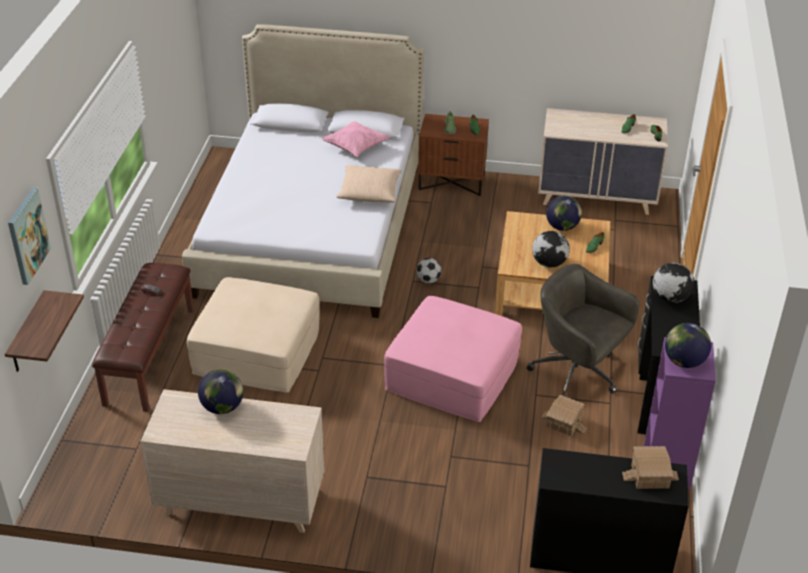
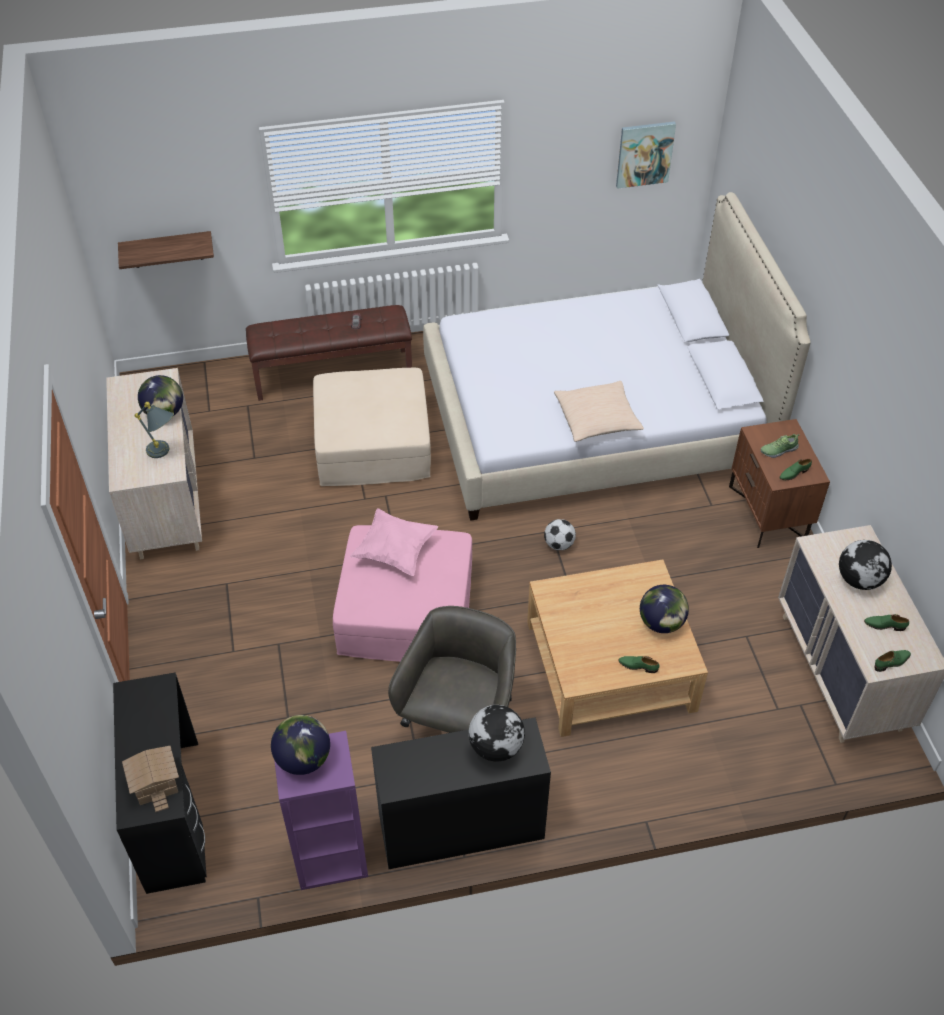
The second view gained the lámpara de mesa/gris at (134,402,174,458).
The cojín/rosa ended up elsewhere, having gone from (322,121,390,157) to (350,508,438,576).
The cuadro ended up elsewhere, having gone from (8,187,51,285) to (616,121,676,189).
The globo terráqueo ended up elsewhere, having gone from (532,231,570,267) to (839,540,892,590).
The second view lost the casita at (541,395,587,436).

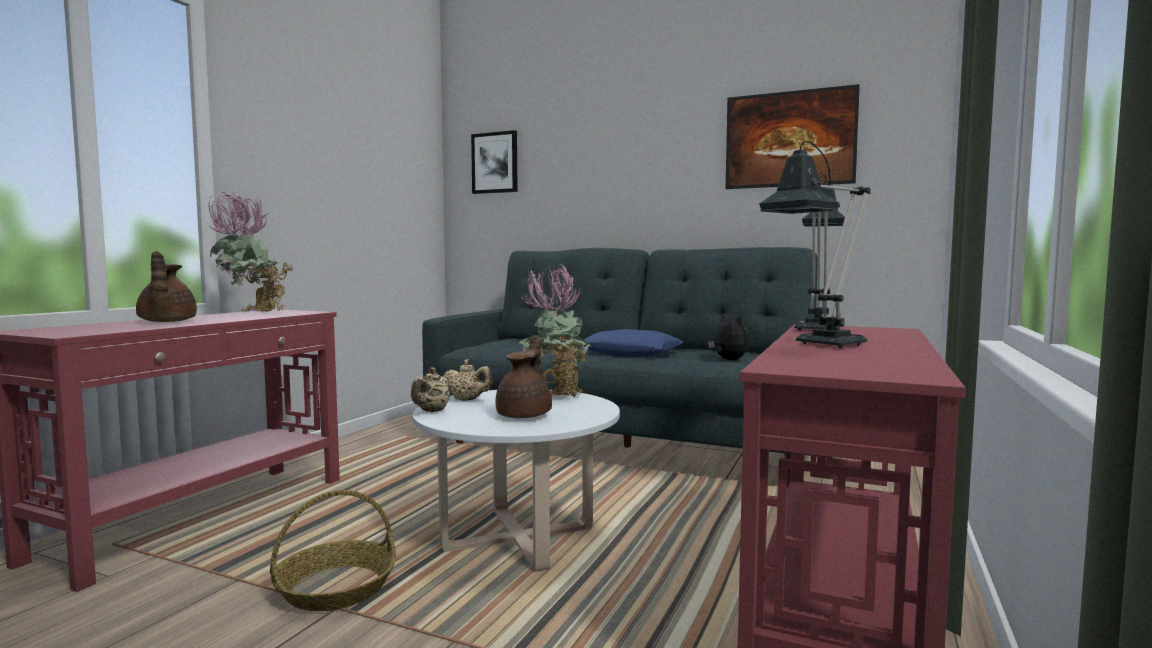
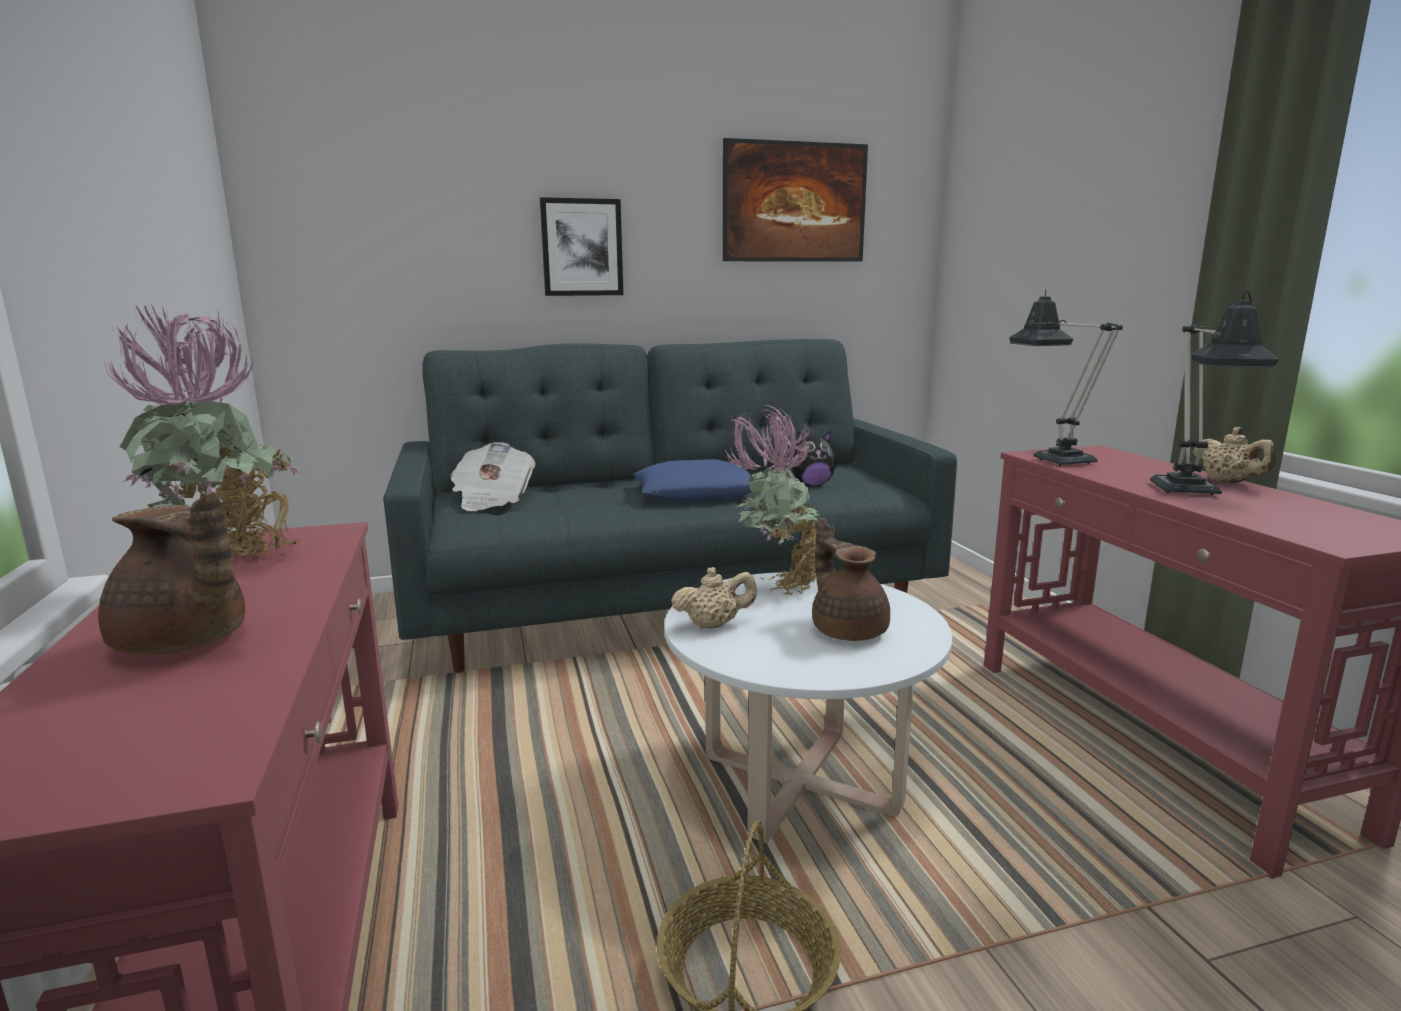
The second view gained the periódico at (450,442,535,511).
The cuadro ended up elsewhere, having gone from (471,130,518,194) to (540,197,623,296).
The peluche at (708,313,748,360) ended up facing another way, 150 degrees clockwise from before.
The tetera/beis ended up elsewhere, having gone from (411,367,450,412) to (1193,427,1276,483).

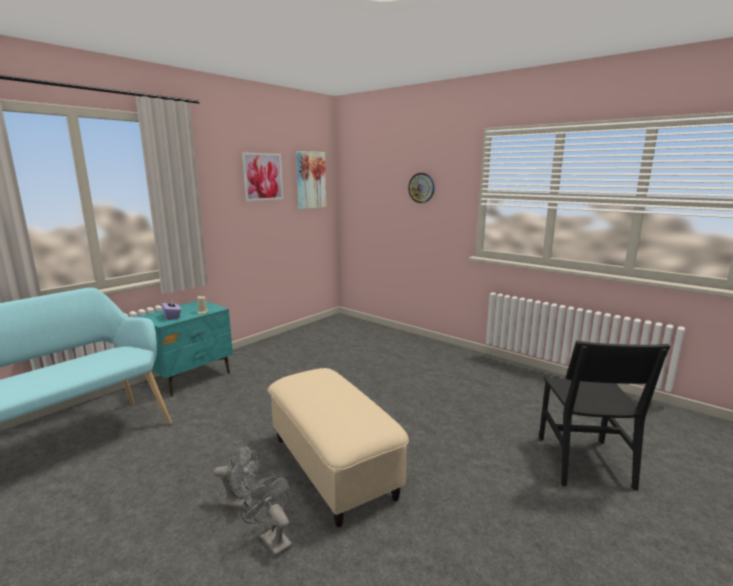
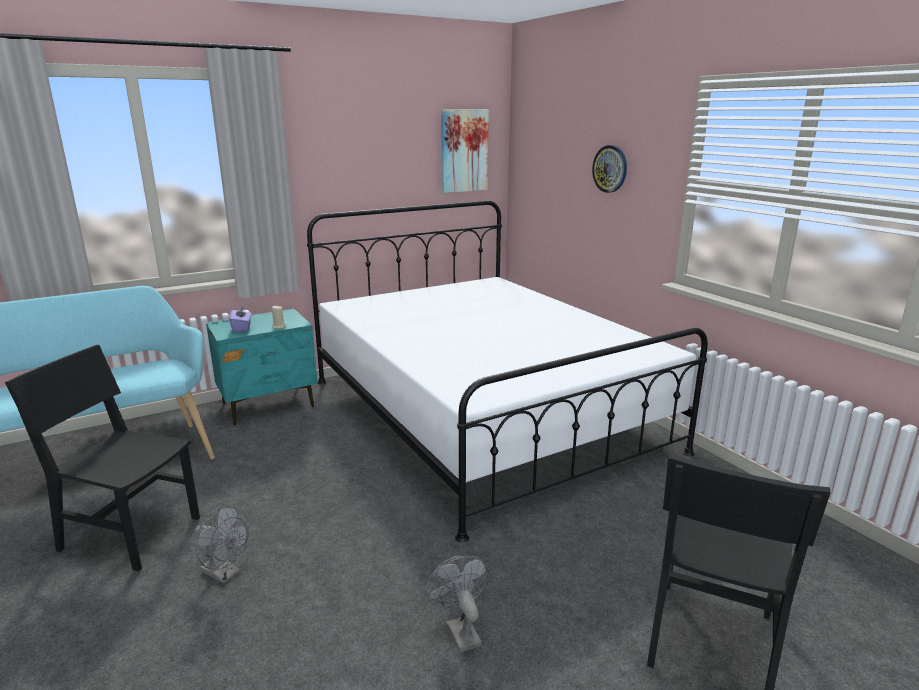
The second view gained the silla/negro at (5,345,200,571).
The second view gained the cama/blanco at (307,201,708,543).
The ventilador/gris ended up elsewhere, having gone from (241,475,292,557) to (425,556,490,652).
The second view lost the cuadro at (242,152,283,201).
The second view lost the puf/beis at (268,368,409,527).

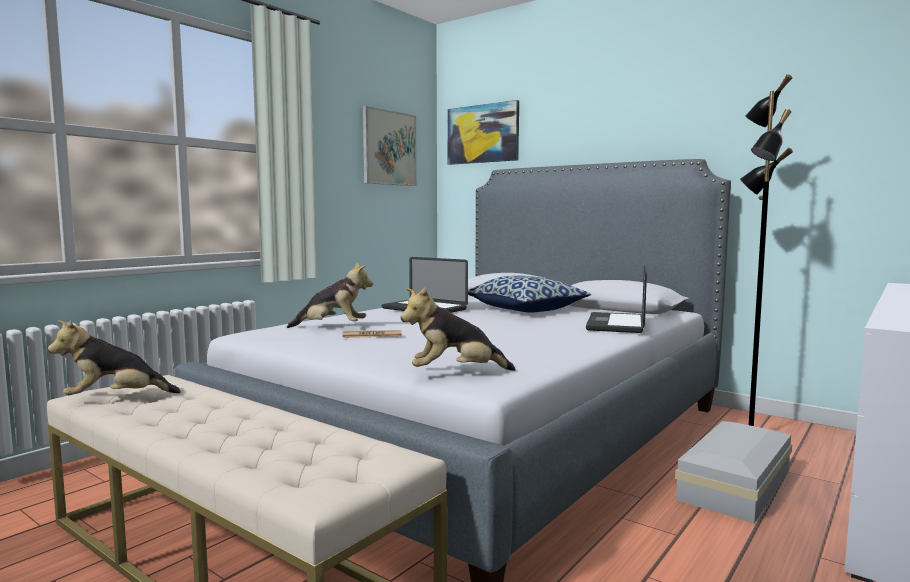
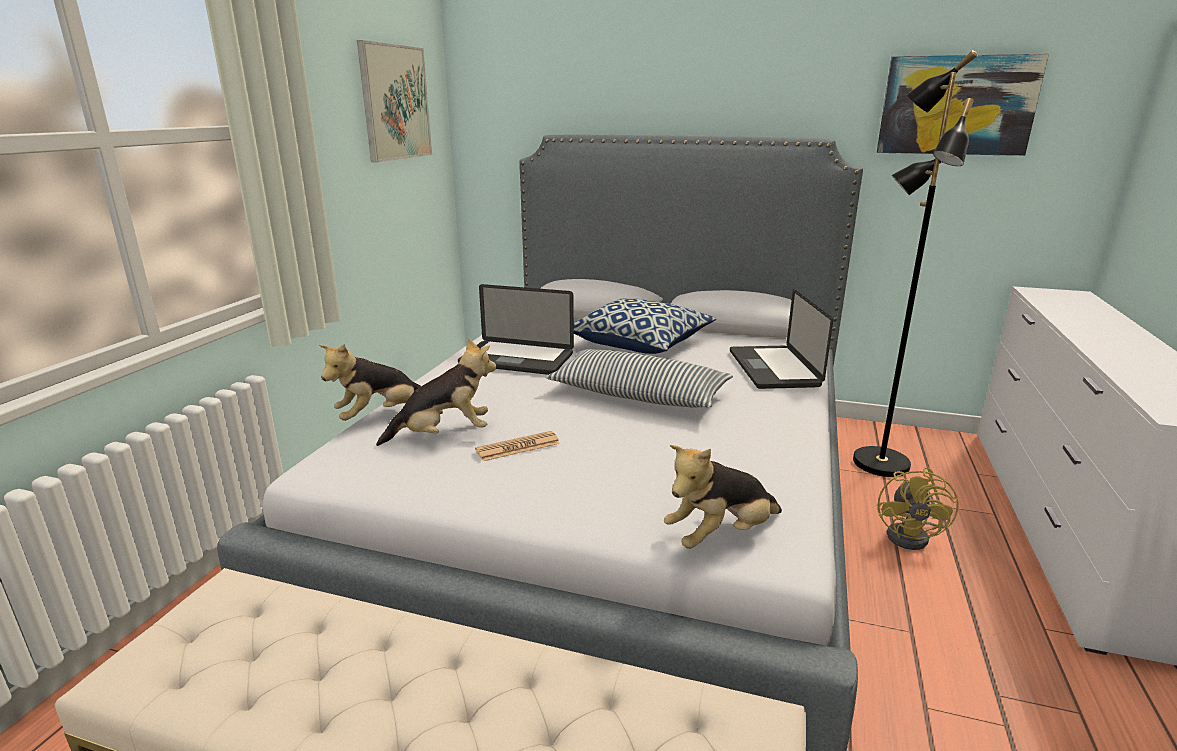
The peluche ended up elsewhere, having gone from (48,320,181,395) to (319,344,421,421).
The second view gained the cojín at (546,349,733,408).
The cuadro ended up elsewhere, having gone from (447,100,519,165) to (877,54,1049,156).
Where the caja de almacenaje/blanco stood at (675,421,792,523), the ventilador/amarillo came to stand at (878,467,959,550).

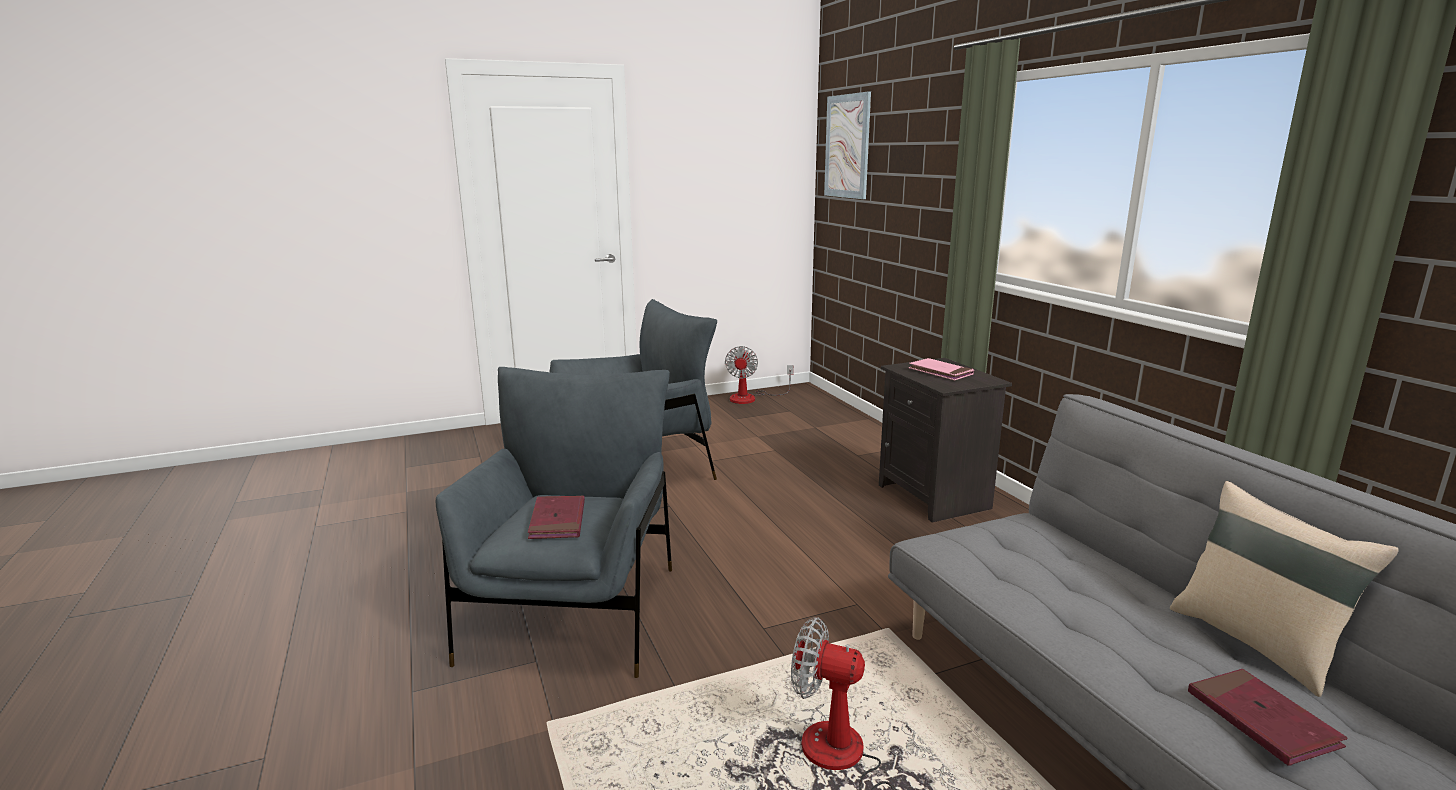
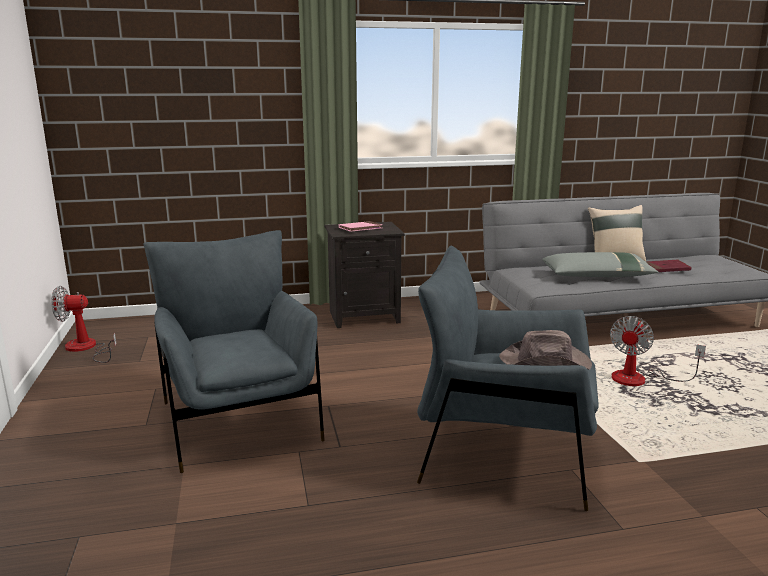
The ventilador at (725,346,794,404) ended up facing another way, 150 degrees clockwise from before.
Where the libro/rojo stood at (528,496,585,539), the sombrero/marrón came to stand at (499,330,592,369).
The second view gained the cojín/gris at (542,252,658,277).
The second view lost the cuadro at (824,91,871,199).

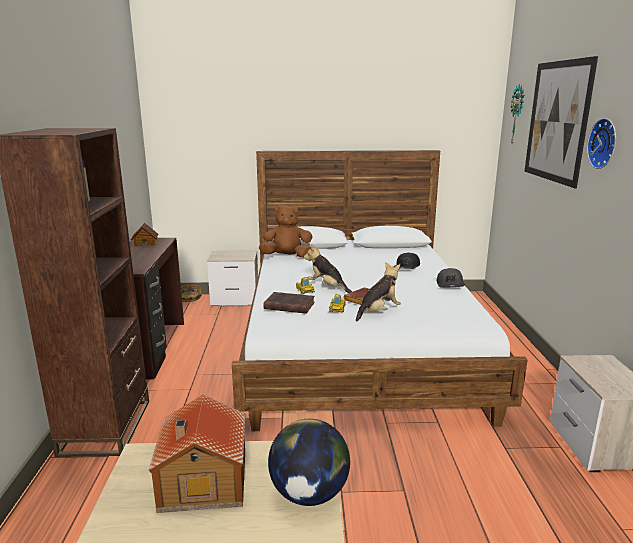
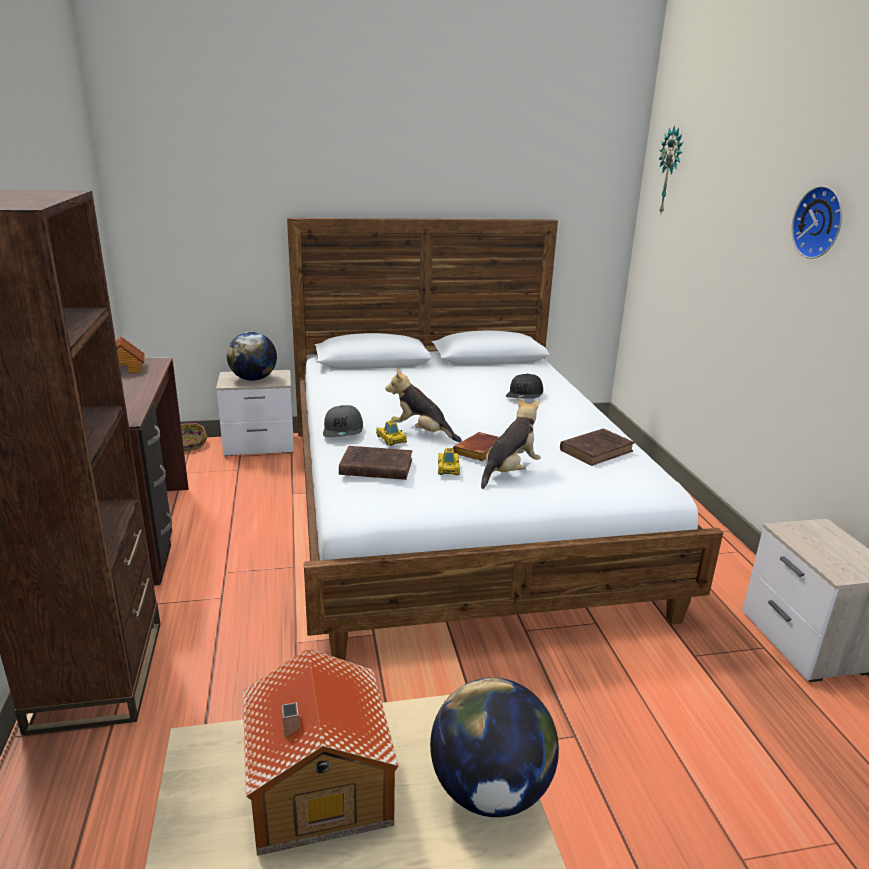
The second view gained the globo terráqueo at (227,332,277,381).
The gorra/gris ended up elsewhere, having gone from (437,268,465,288) to (323,405,363,437).
The second view gained the libro/marrón at (560,428,634,466).
The second view lost the peluche/marrón at (259,204,312,258).
The second view lost the cuadro at (525,56,598,189).

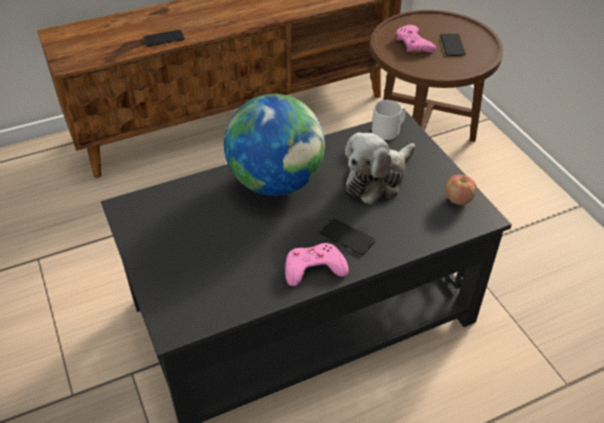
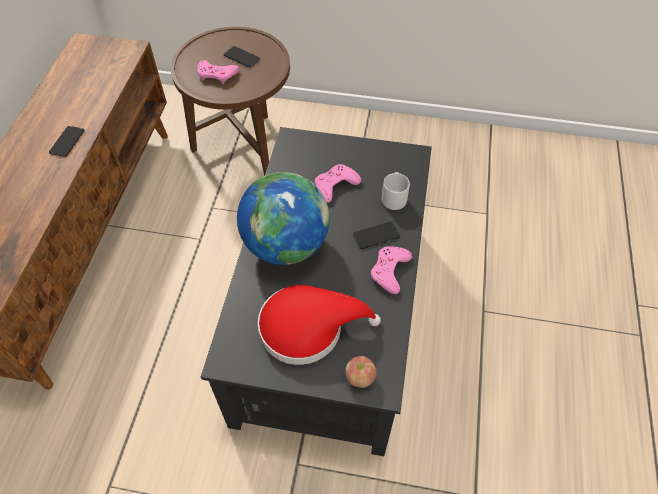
The móvil ended up elsewhere, having gone from (143,30,185,47) to (49,126,85,157).
The second view gained the sombrero/rojo at (258,285,381,365).
Where the peluche stood at (345,133,415,205), the mando de consola/rosa came to stand at (315,164,361,203).
The manzana ended up elsewhere, having gone from (445,175,477,205) to (345,356,377,388).
The taza grande/gris ended up elsewhere, having gone from (372,100,406,140) to (382,172,410,210).

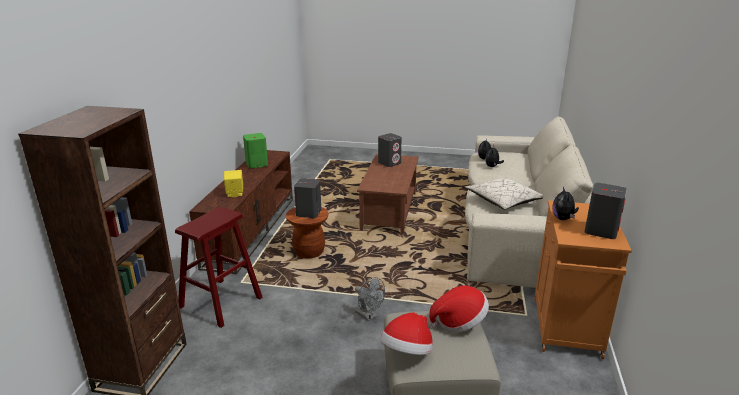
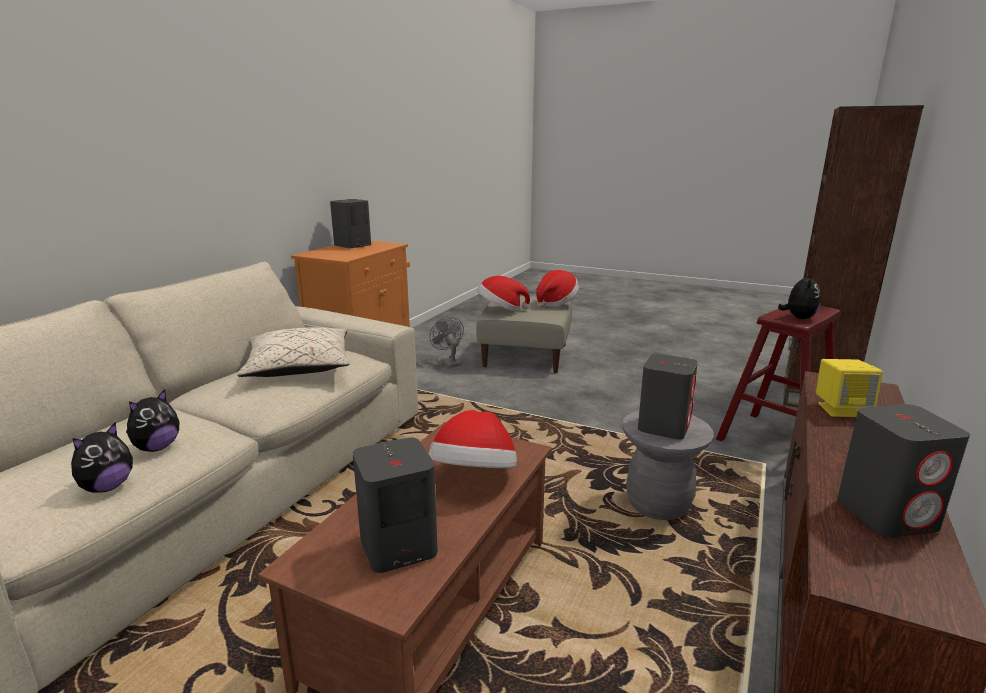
The ventilador/gris ended up elsewhere, having gone from (355,277,385,321) to (429,317,464,367).
The second view gained the sombrero at (429,410,517,468).
What was the taburete/marrón at (286,207,329,258) turned into the taburete/gris at (622,410,714,520).
The peluche ended up elsewhere, having gone from (552,187,579,220) to (778,272,821,319).
What was the altavoz/verde at (243,133,268,168) turned into the altavoz/gris at (837,404,970,537).

